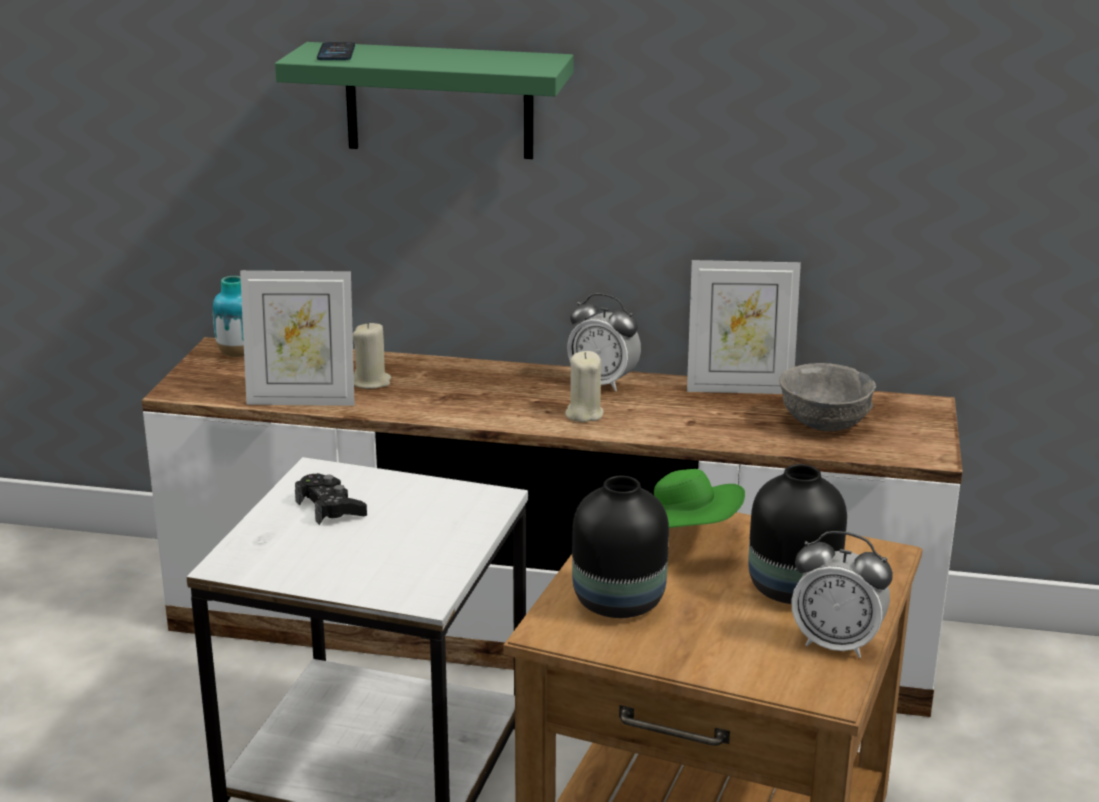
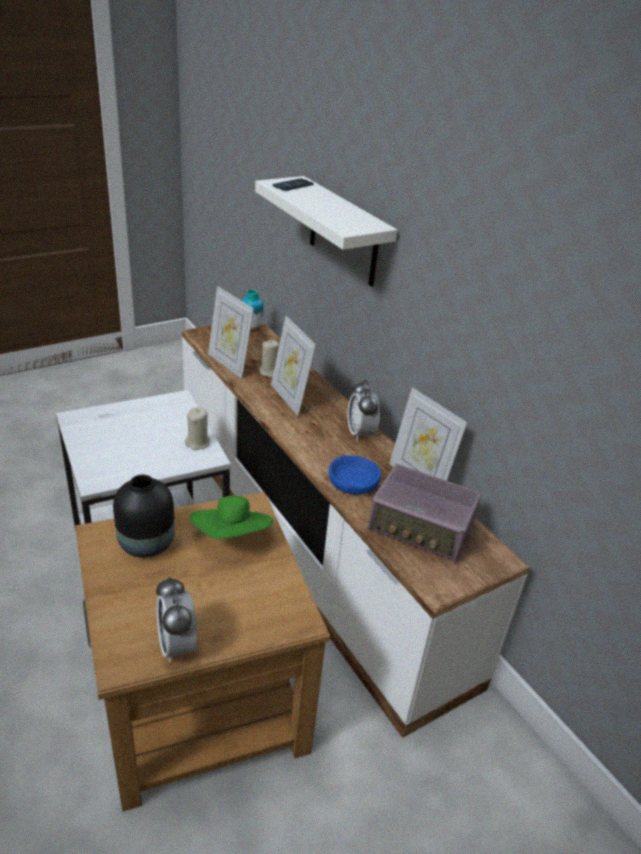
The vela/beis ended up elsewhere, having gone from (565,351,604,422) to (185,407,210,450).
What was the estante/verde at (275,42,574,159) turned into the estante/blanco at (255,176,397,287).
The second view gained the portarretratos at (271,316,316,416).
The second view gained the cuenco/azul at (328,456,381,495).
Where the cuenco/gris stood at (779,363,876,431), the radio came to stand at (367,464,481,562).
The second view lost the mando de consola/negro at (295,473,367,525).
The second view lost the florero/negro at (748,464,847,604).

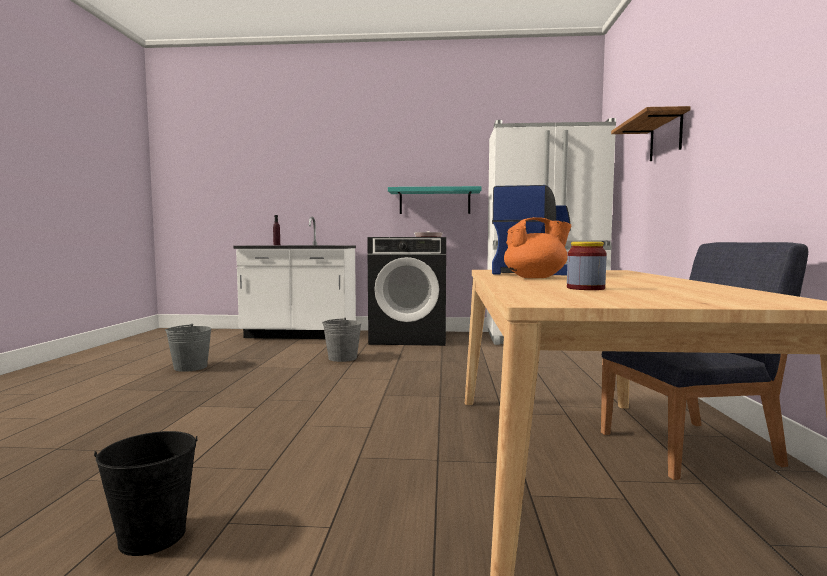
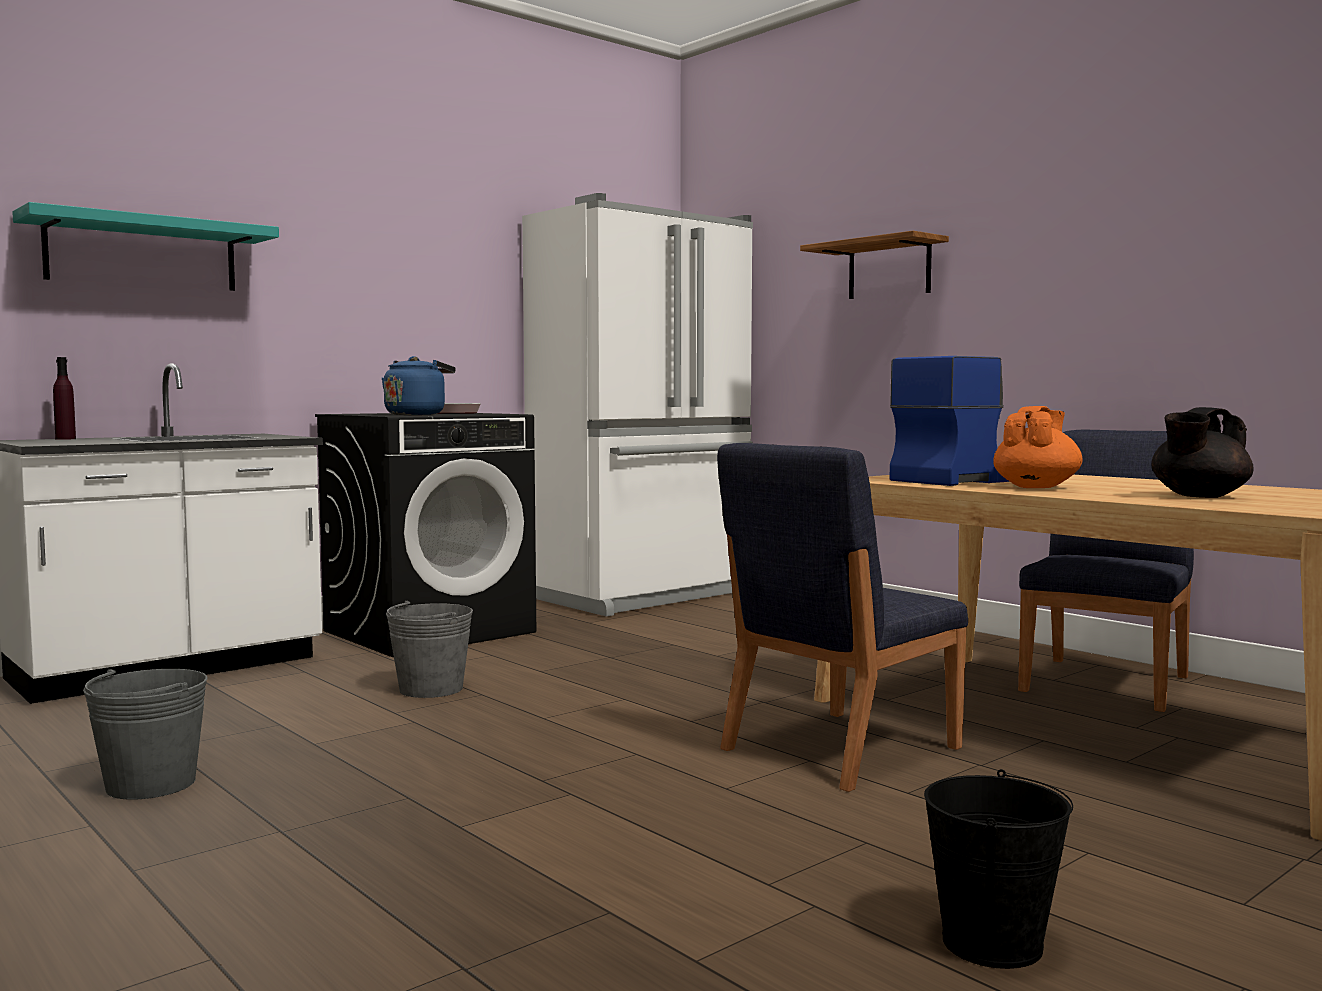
The estante/turquesa ended up elsewhere, having gone from (388,186,481,214) to (12,202,279,291).
The second view gained the hervidor/azul at (382,356,456,415).
The second view gained the silla/azul at (717,443,968,792).
Where the tarro stood at (567,242,607,290), the tetera/negro came to stand at (1151,407,1253,498).

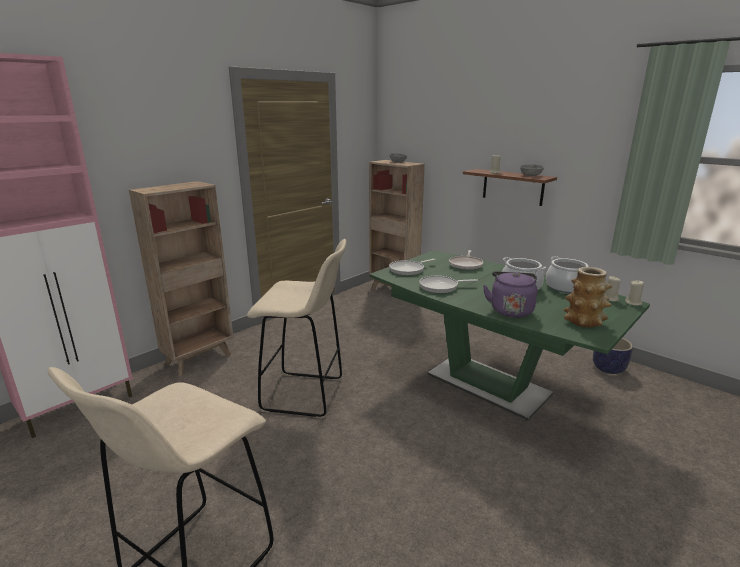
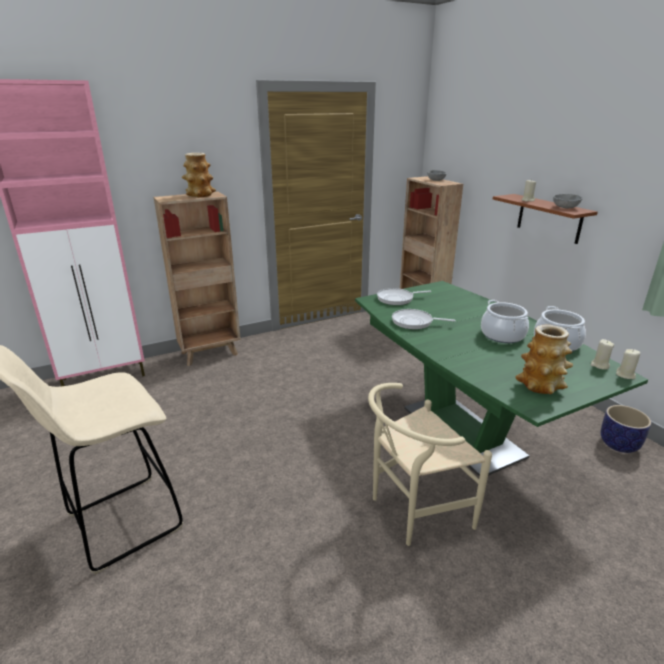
The second view gained the florero at (182,153,216,197).
The second view gained the silla/beis at (368,383,492,546).
The second view lost the taburete/beis at (247,239,347,419).
The second view lost the sartén at (449,250,483,270).
The second view lost the hervidor/morado at (483,271,537,318).

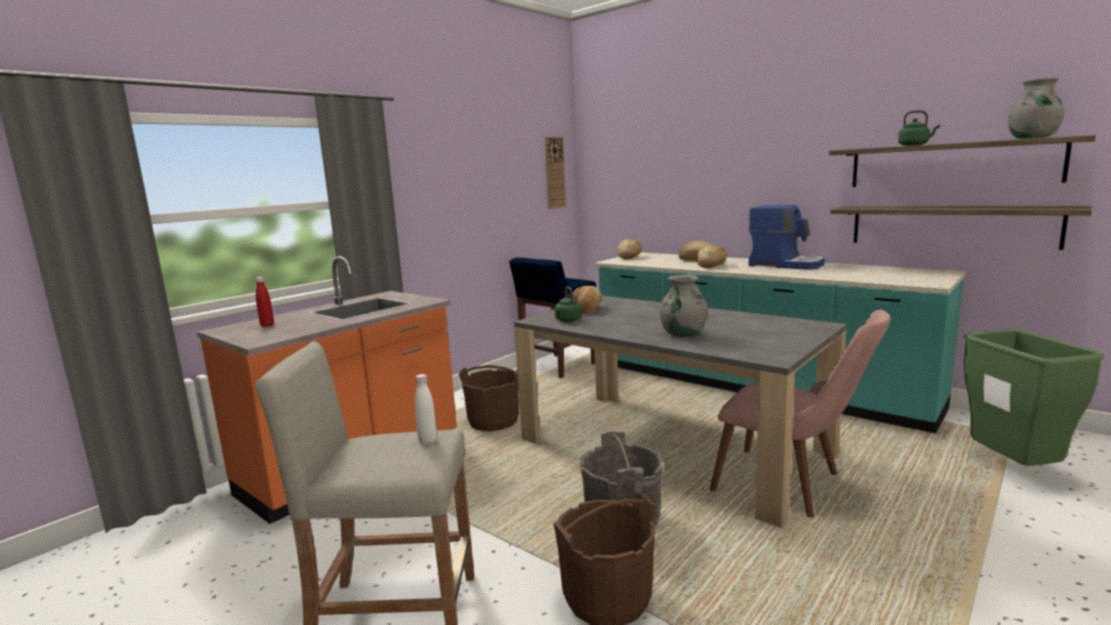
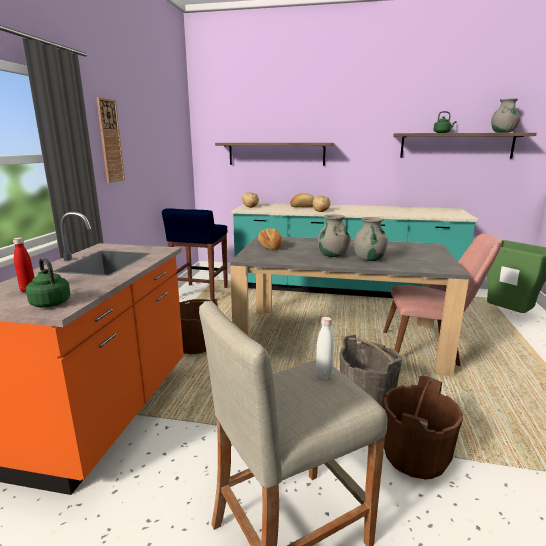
The hervidor/verde ended up elsewhere, having gone from (554,286,582,322) to (26,258,71,308).
The reloj de pared ended up elsewhere, having gone from (545,137,566,209) to (96,97,125,183).
The estante ended up elsewhere, having gone from (830,206,1092,250) to (215,143,334,166).
The second view gained the florero/gris at (318,214,351,257).
The second view lost the cafetera at (749,205,824,270).

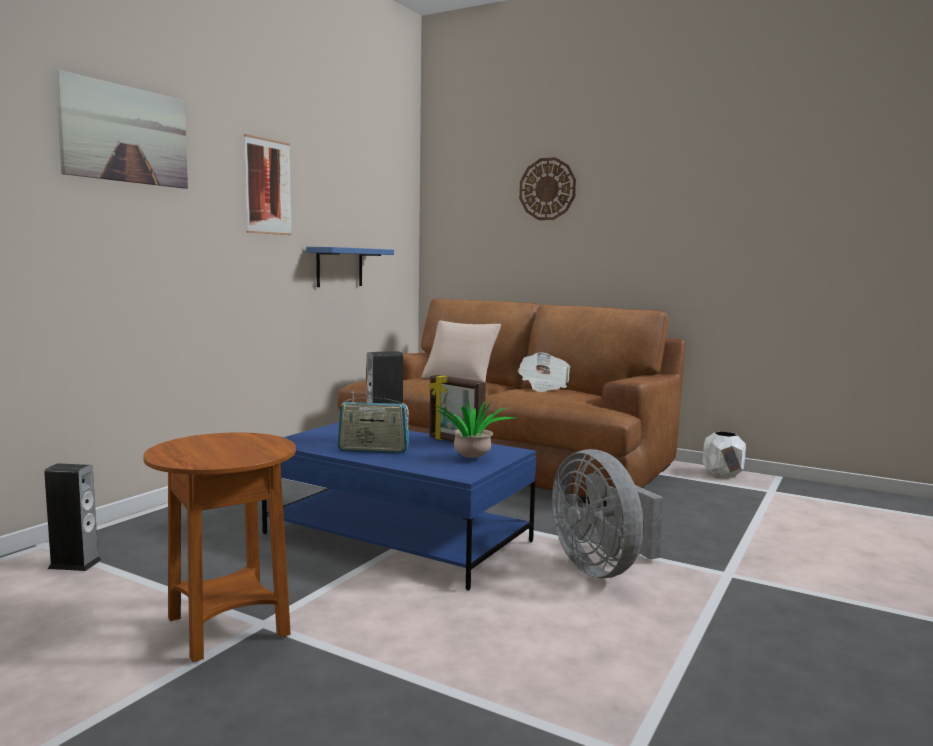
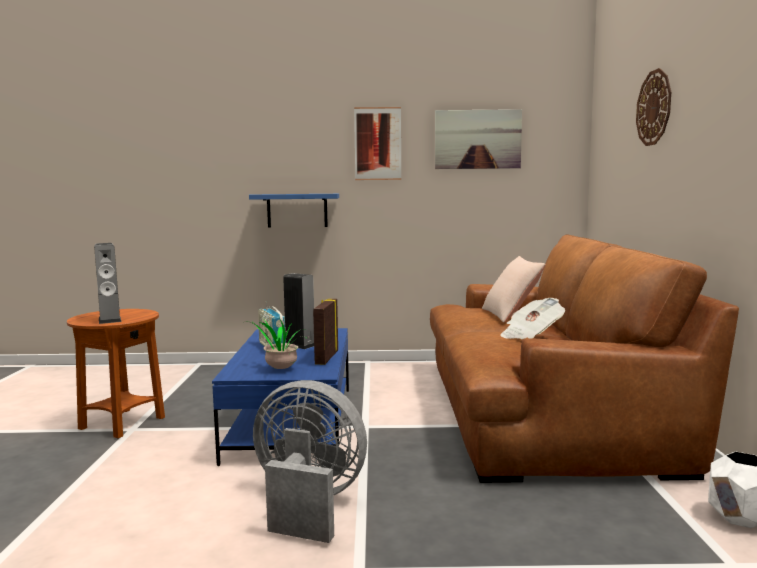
The altavoz ended up elsewhere, having gone from (44,463,101,571) to (94,243,122,324).
The estante/azul ended up elsewhere, having gone from (306,247,394,287) to (249,194,339,228).
The ventilador/gris at (552,449,664,578) ended up facing another way, 75 degrees clockwise from before.
The cuadro ended up elsewhere, having gone from (55,70,188,189) to (435,109,522,169).

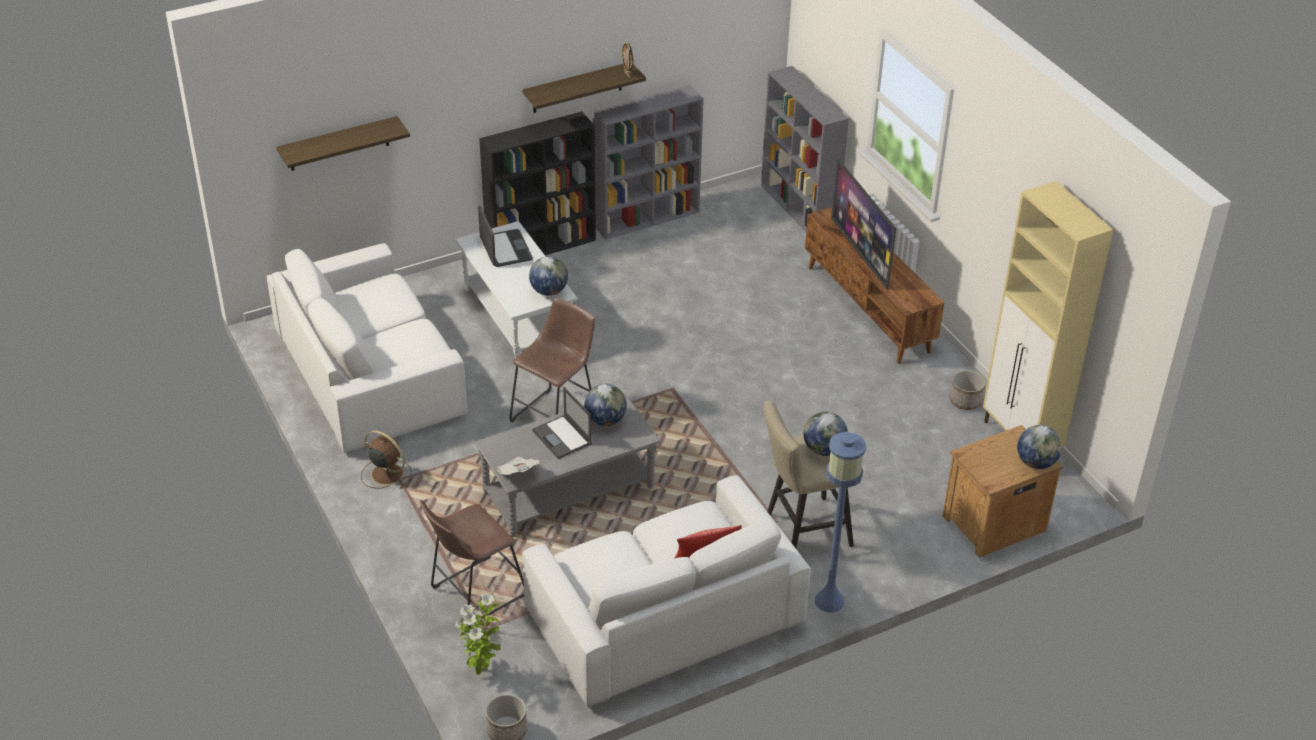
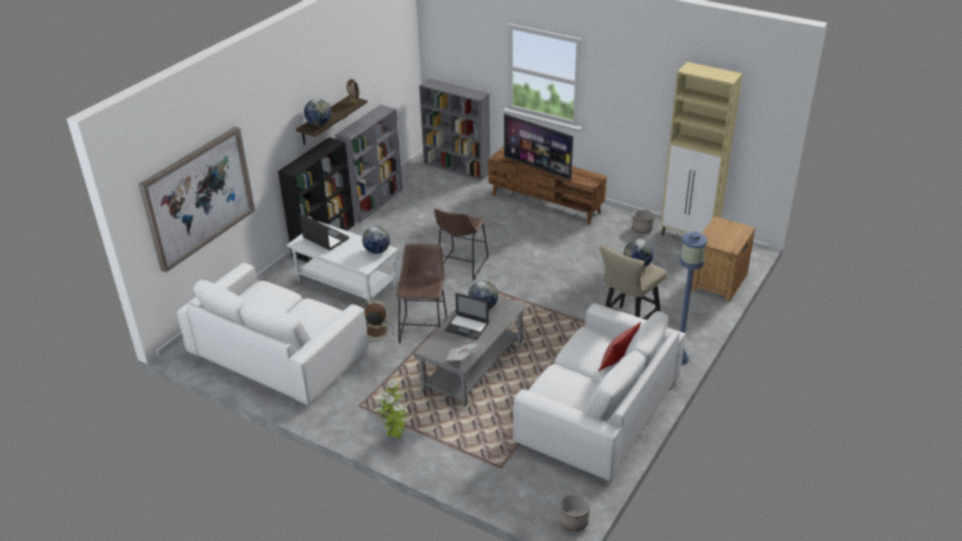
Where the estante hung at (276,116,410,171), the cuadro came to hang at (139,127,255,272).
The globo terráqueo ended up elsewhere, having gone from (1017,425,1062,469) to (304,99,331,126).
The ventilador/marrón ended up elsewhere, having gone from (361,430,412,489) to (360,300,394,342).
The planta en maceta ended up elsewhere, having gone from (455,594,502,675) to (376,379,408,439).
The taburete/marrón ended up elsewhere, having gone from (419,500,524,627) to (434,209,488,280).

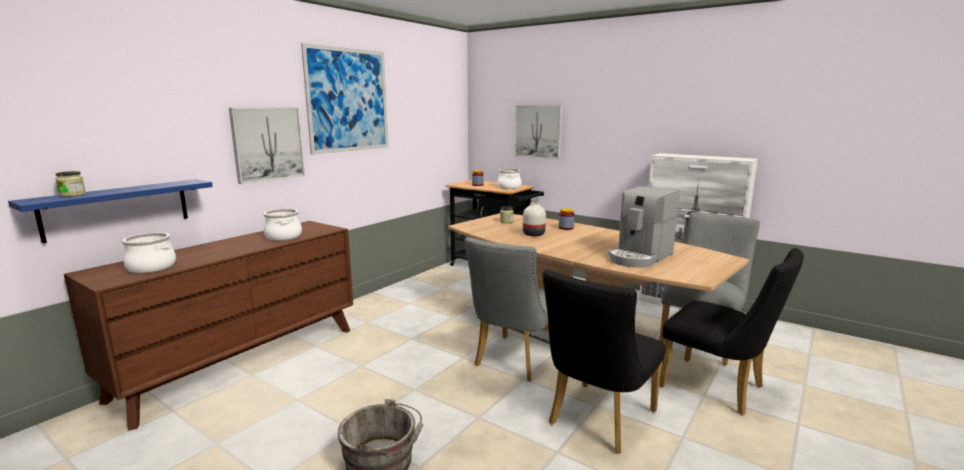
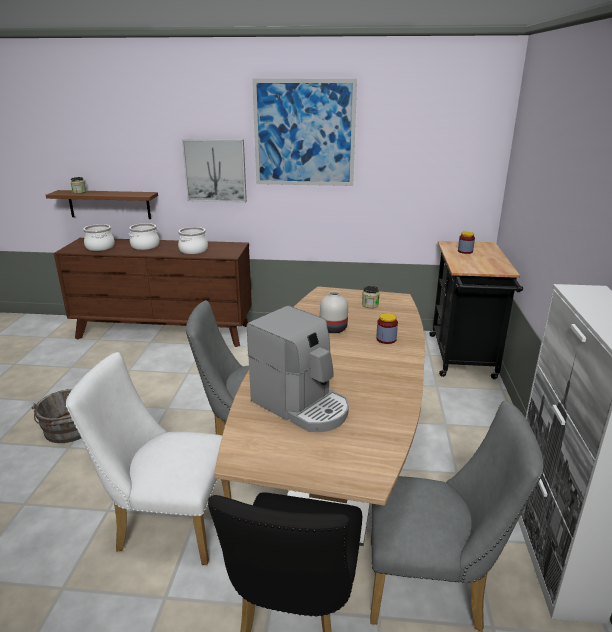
What was the estante/azul at (8,179,213,243) turned into the estante/marrón at (46,190,158,219).
What was the silla/negro at (543,270,666,453) turned into the silla/blanco at (66,352,231,565).
The olla ended up elsewhere, having gone from (497,169,522,189) to (129,223,159,250).
The cafetera at (608,186,679,268) ended up facing another way, 150 degrees counterclockwise from before.
The second view lost the cuadro at (514,105,562,160).

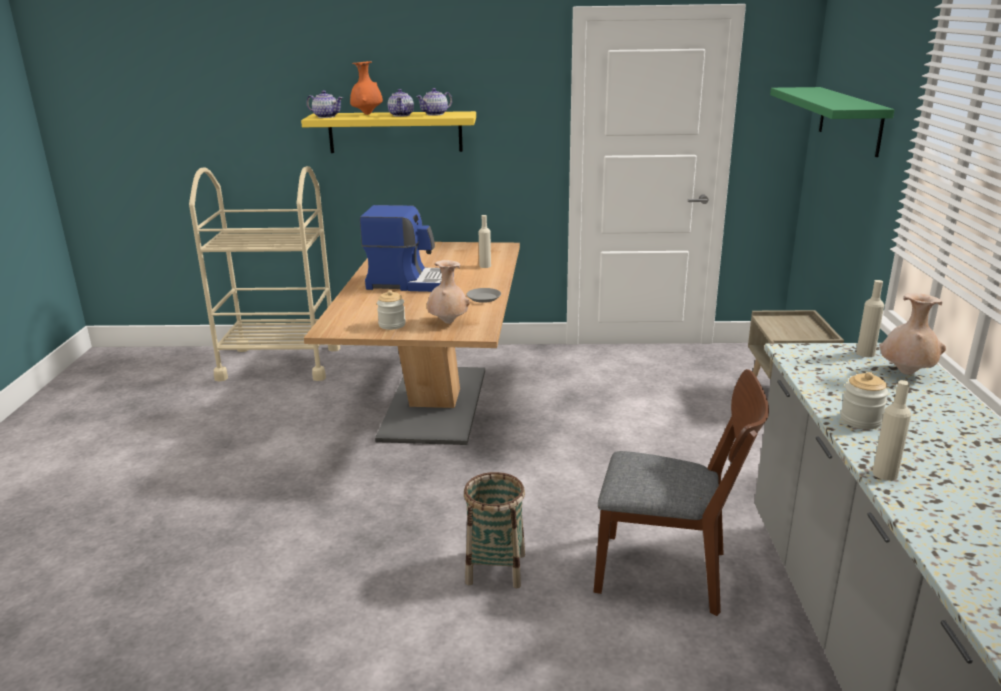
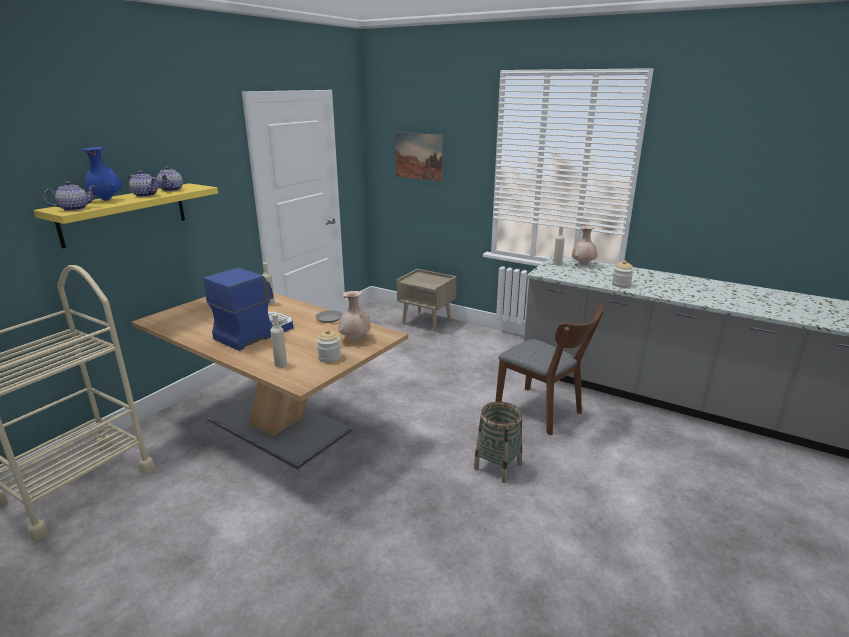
What was the florero/naranja at (350,61,383,115) turned into the florero/azul at (81,147,122,201).
The botella/beis ended up elsewhere, having gone from (873,380,911,481) to (270,314,287,367).
Where the estante/verde hung at (770,87,895,157), the cuadro came to hang at (395,132,443,181).
The silla/marrón at (594,369,769,616) ended up facing another way, 90 degrees clockwise from before.

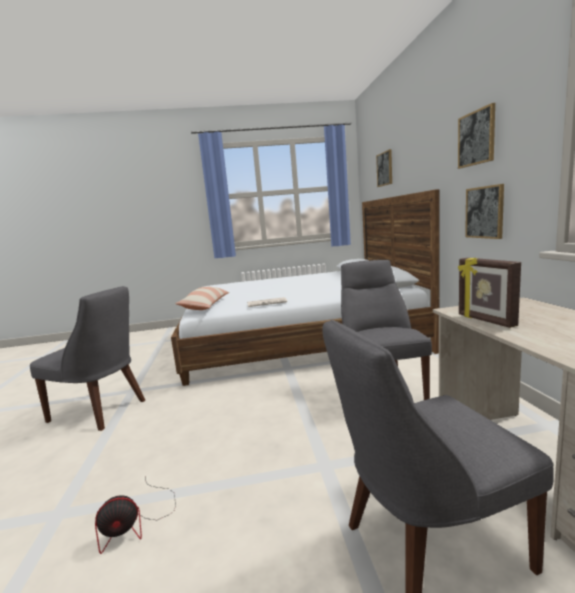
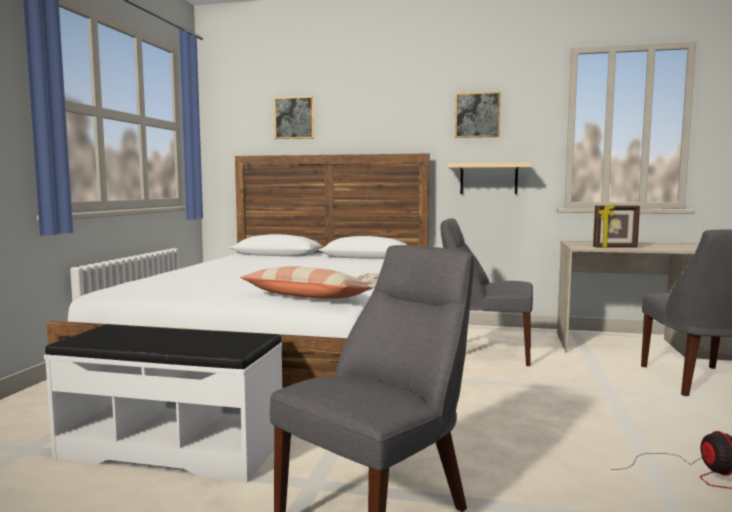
The second view gained the banco/blanco at (44,324,282,482).
Where the cuadro hung at (465,184,504,239), the estante/beis came to hang at (448,163,532,194).

